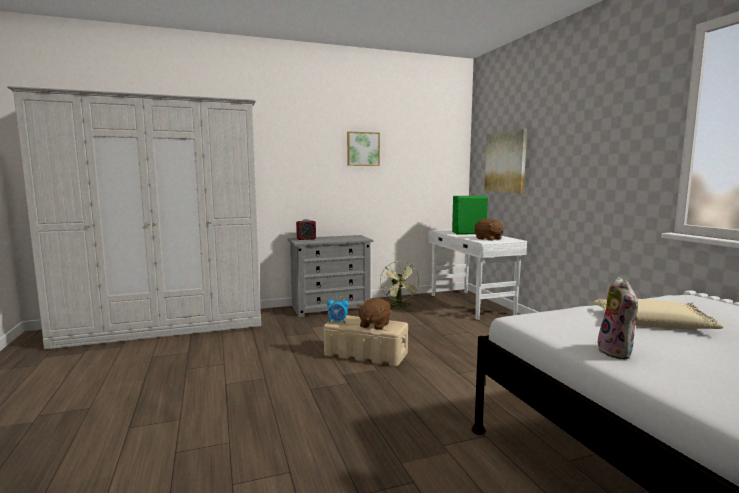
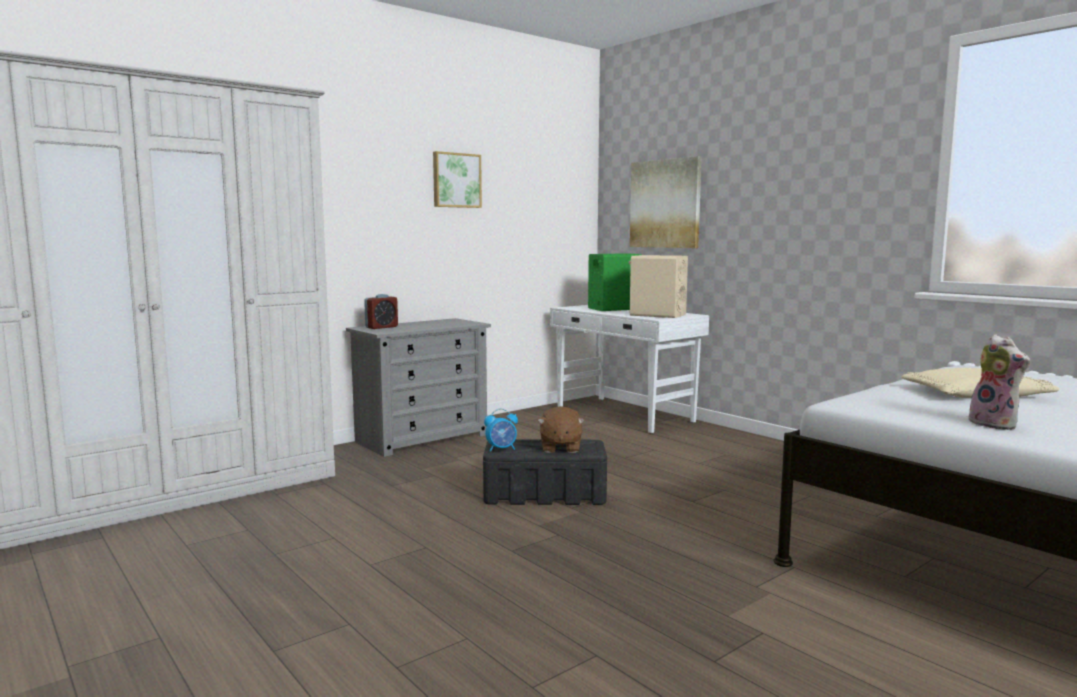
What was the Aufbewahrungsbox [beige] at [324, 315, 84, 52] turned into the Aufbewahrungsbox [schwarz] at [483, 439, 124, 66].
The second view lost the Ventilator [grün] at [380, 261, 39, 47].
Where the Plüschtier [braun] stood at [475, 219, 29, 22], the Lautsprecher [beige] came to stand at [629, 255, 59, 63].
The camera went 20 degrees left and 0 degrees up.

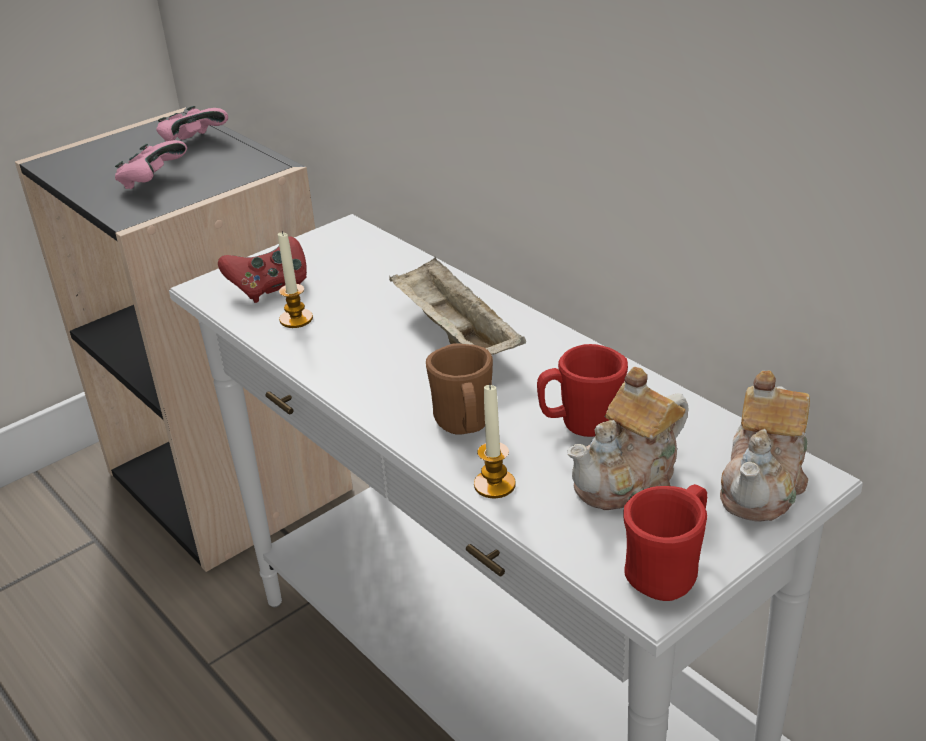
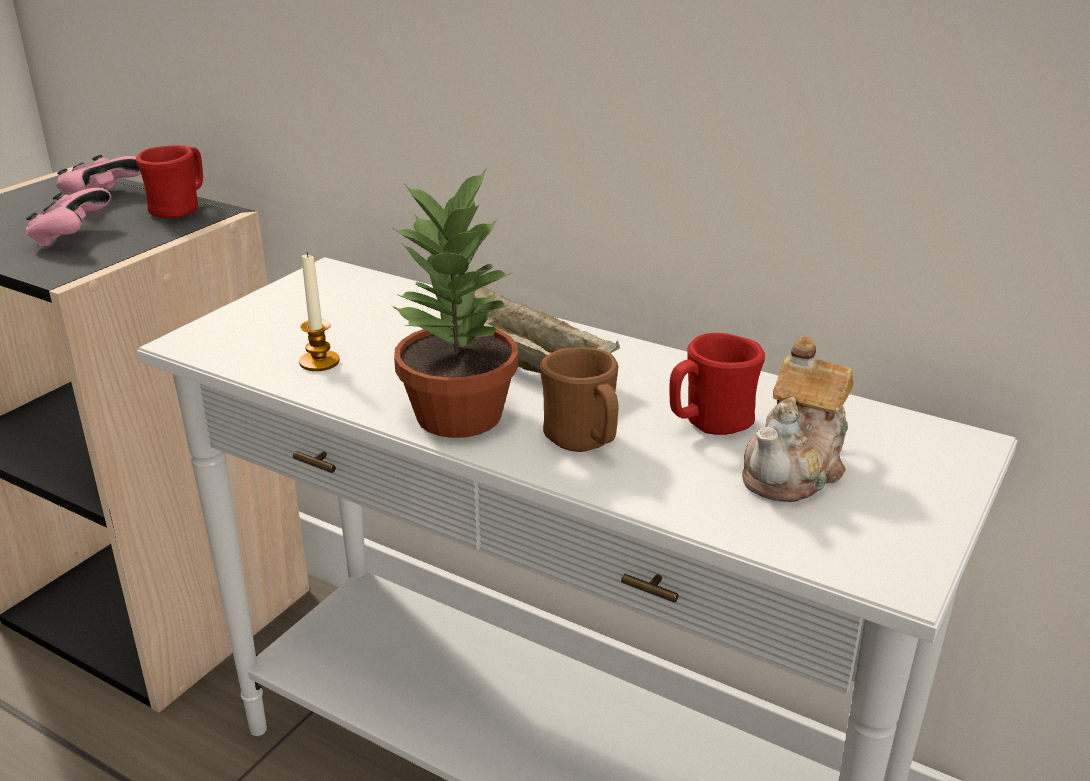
The second view lost the Gamepad [rot] at [218, 236, 89, 67].
The second view lost the Kerze at [474, 383, 42, 115].
The Henkelbecher [rot] ended up elsewhere, having gone from [623, 484, 84, 117] to [136, 145, 67, 73].
The second view lost the Teekanne at [720, 371, 90, 151].
The second view gained the Topfpflanze at [391, 168, 127, 270].
The camera went 20 degrees left and 5 degrees down.

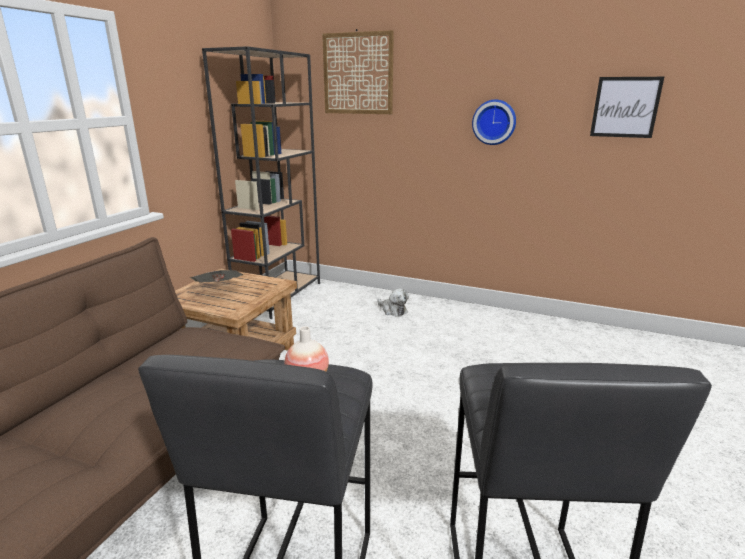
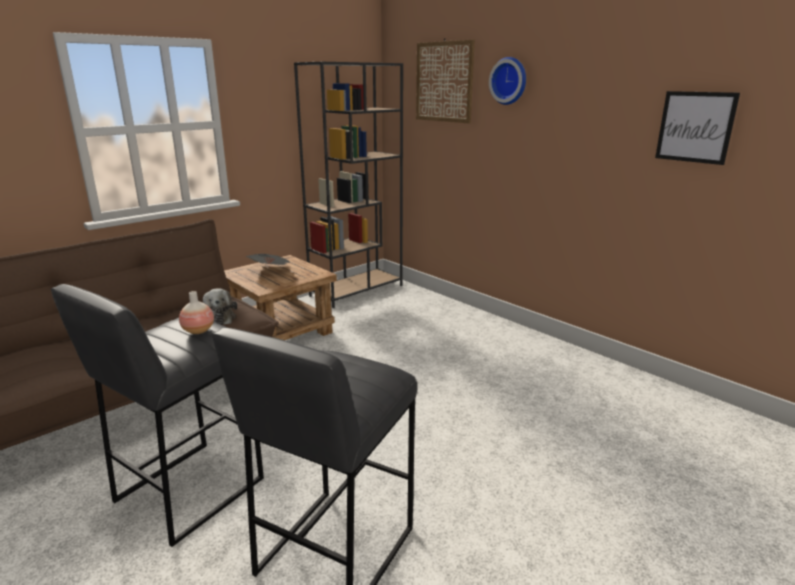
The Plüschtier ended up elsewhere, having gone from [377, 288, 32, 28] to [203, 289, 34, 36].
The Wanduhr ended up elsewhere, having gone from [472, 99, 44, 46] to [489, 57, 37, 48].
The camera went 25 degrees right and 0 degrees up.

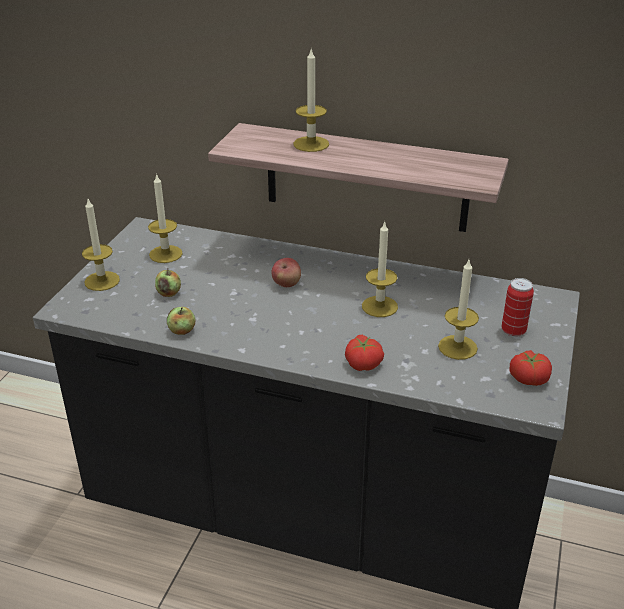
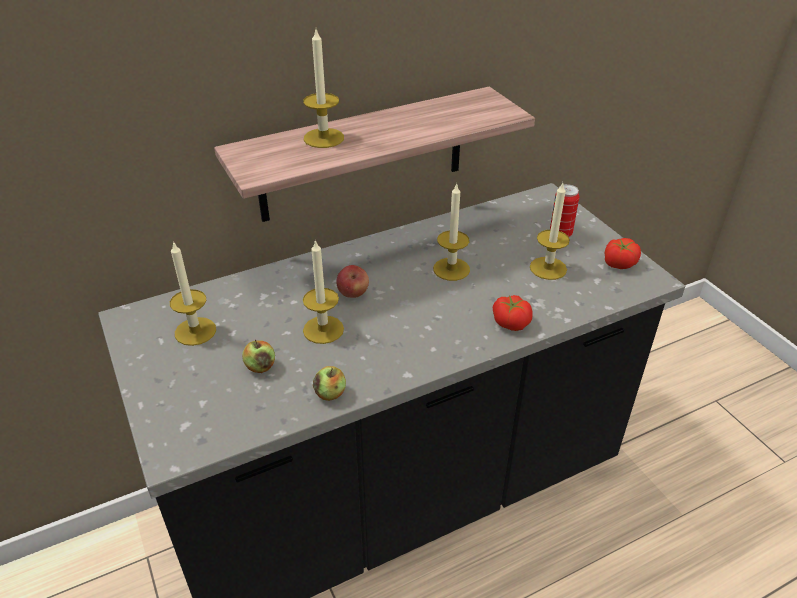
The Kerze ended up elsewhere, having gone from [82, 199, 38, 92] to [303, 239, 41, 105].
The camera went 45 degrees left and 5 degrees up.

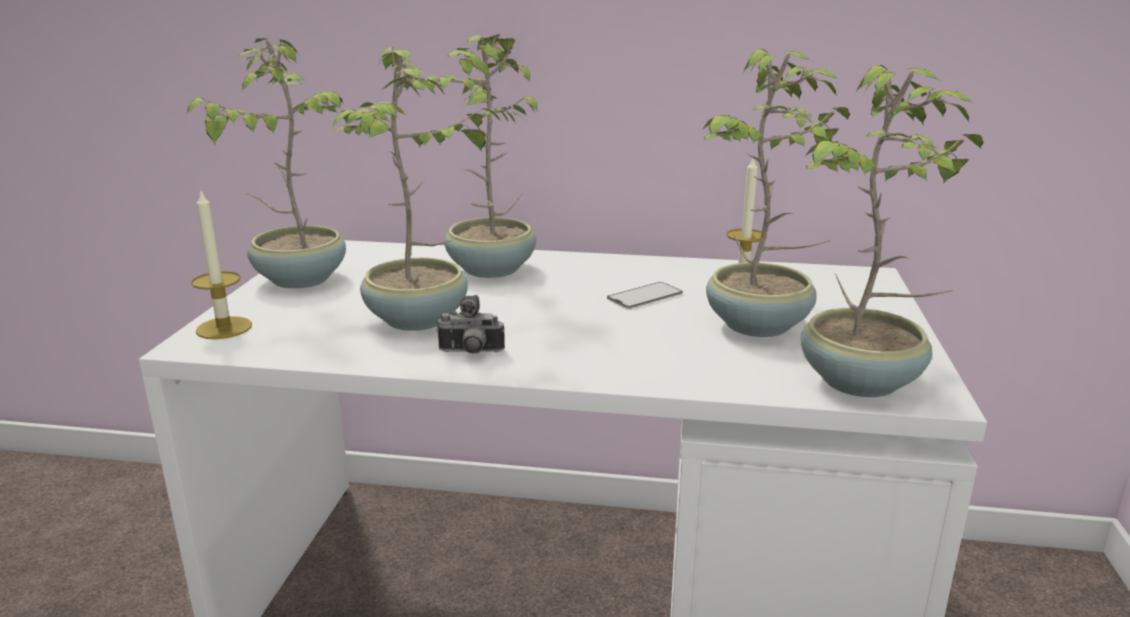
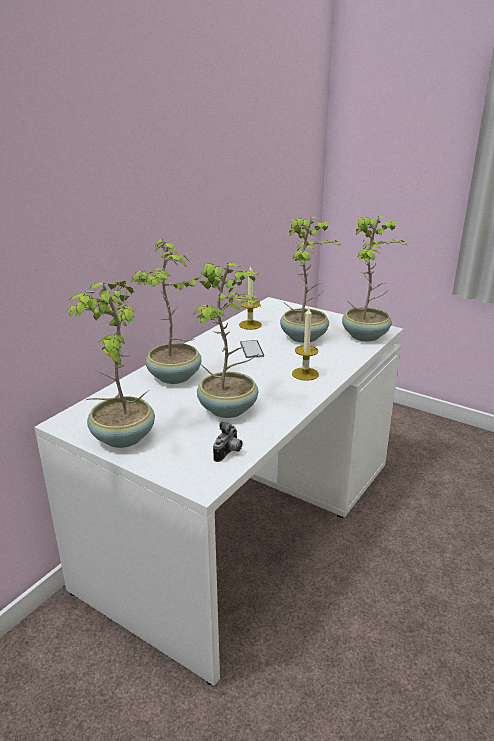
The Kerze ended up elsewhere, having gone from [191, 188, 61, 151] to [292, 307, 27, 74].
The Kamera ended up elsewhere, having gone from [436, 295, 69, 59] to [213, 421, 30, 41].
The camera went 65 degrees left and 5 degrees up.

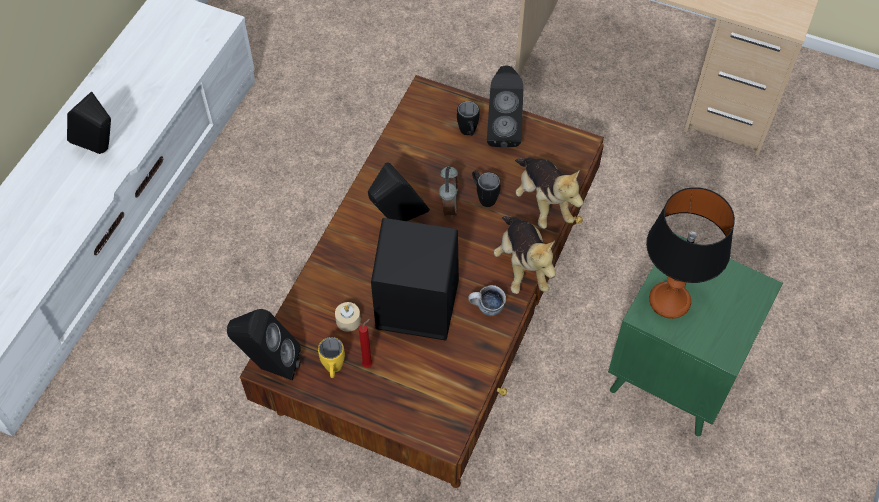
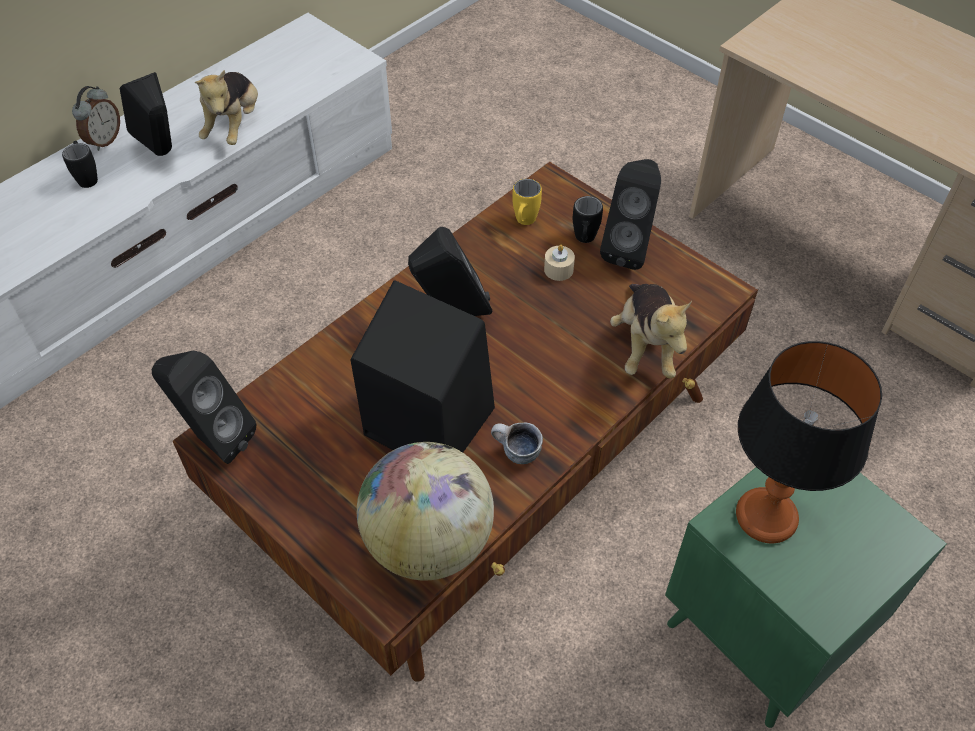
The Henkelbecher [gelb] ended up elsewhere, having gone from [318, 337, 27, 41] to [512, 179, 30, 46].
The Kerze [beige] ended up elsewhere, having gone from [335, 302, 26, 30] to [544, 245, 31, 36].
The second view lost the Kerze [rot] at [359, 319, 14, 49].
The Wecker ended up elsewhere, having gone from [439, 166, 19, 52] to [72, 86, 48, 65].
The Henkelbecher [schwarz] ended up elsewhere, having gone from [472, 171, 29, 36] to [62, 141, 36, 47].
The Plüschtier ended up elsewhere, having gone from [494, 216, 62, 78] to [195, 70, 63, 75].
The second view gained the Globus at [357, 442, 137, 138].
The camera went 20 degrees right and 5 degrees down.

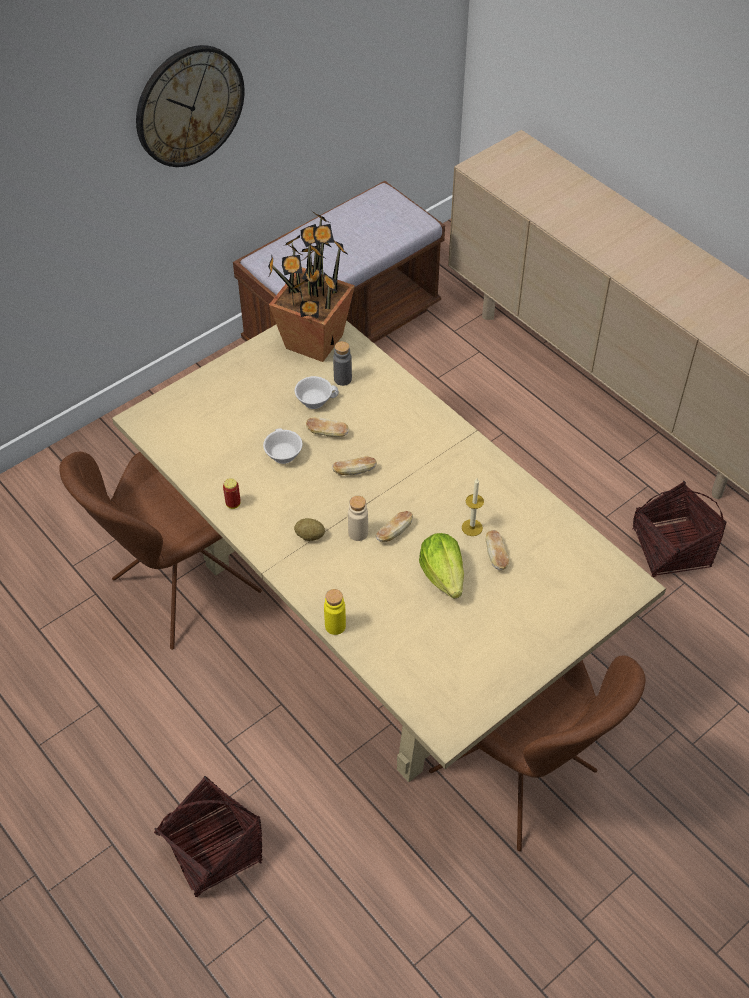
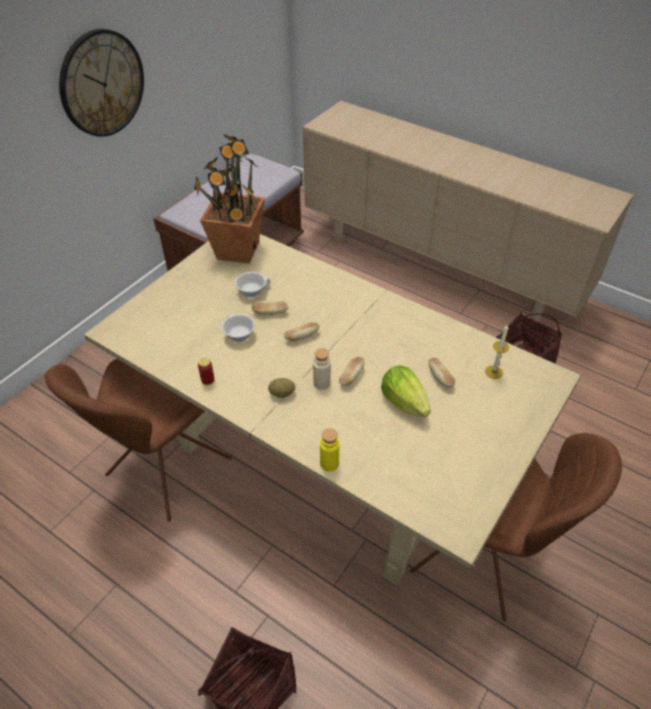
The second view lost the Flasche [grau] at [333, 341, 19, 45].
The Kerze ended up elsewhere, having gone from [462, 478, 22, 58] to [485, 325, 24, 54].
The camera went 15 degrees left and 5 degrees down.

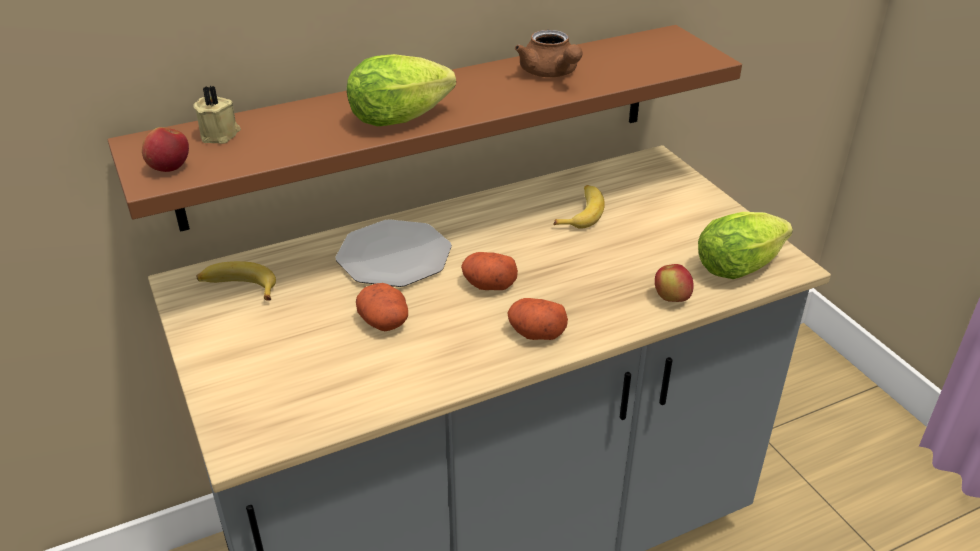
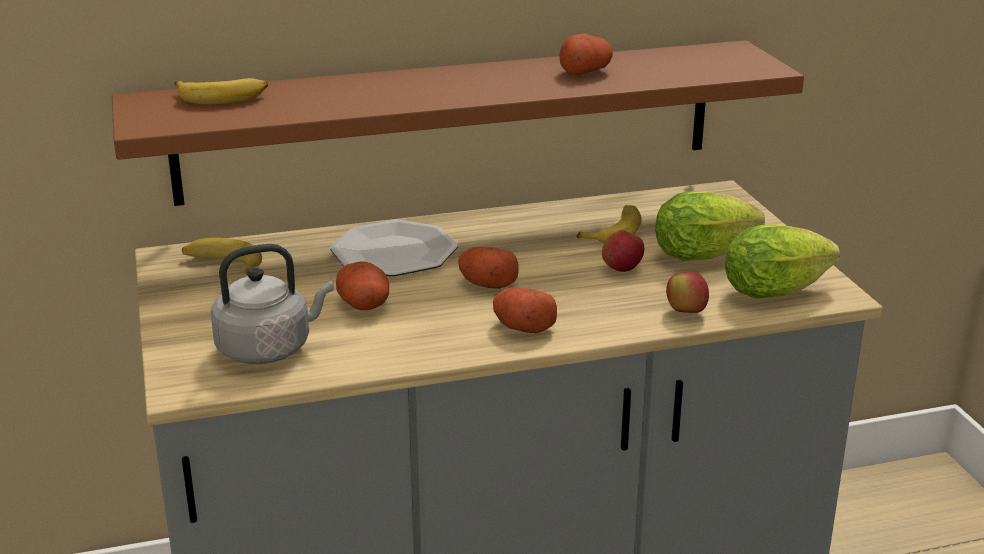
The Apfel ended up elsewhere, having gone from [142, 127, 47, 45] to [602, 230, 42, 42].
Where the Kerze [beige] stood at [193, 86, 48, 58], the Banane came to stand at [174, 78, 94, 27].
The Salatkopf ended up elsewhere, having gone from [347, 54, 109, 72] to [655, 191, 110, 69].
Where the Teekanne [braun] stood at [515, 30, 67, 47], the Kartoffel came to stand at [559, 33, 54, 42].
The second view gained the Wasserkessel [grau] at [211, 244, 123, 120].
The camera went 10 degrees right and 10 degrees down.

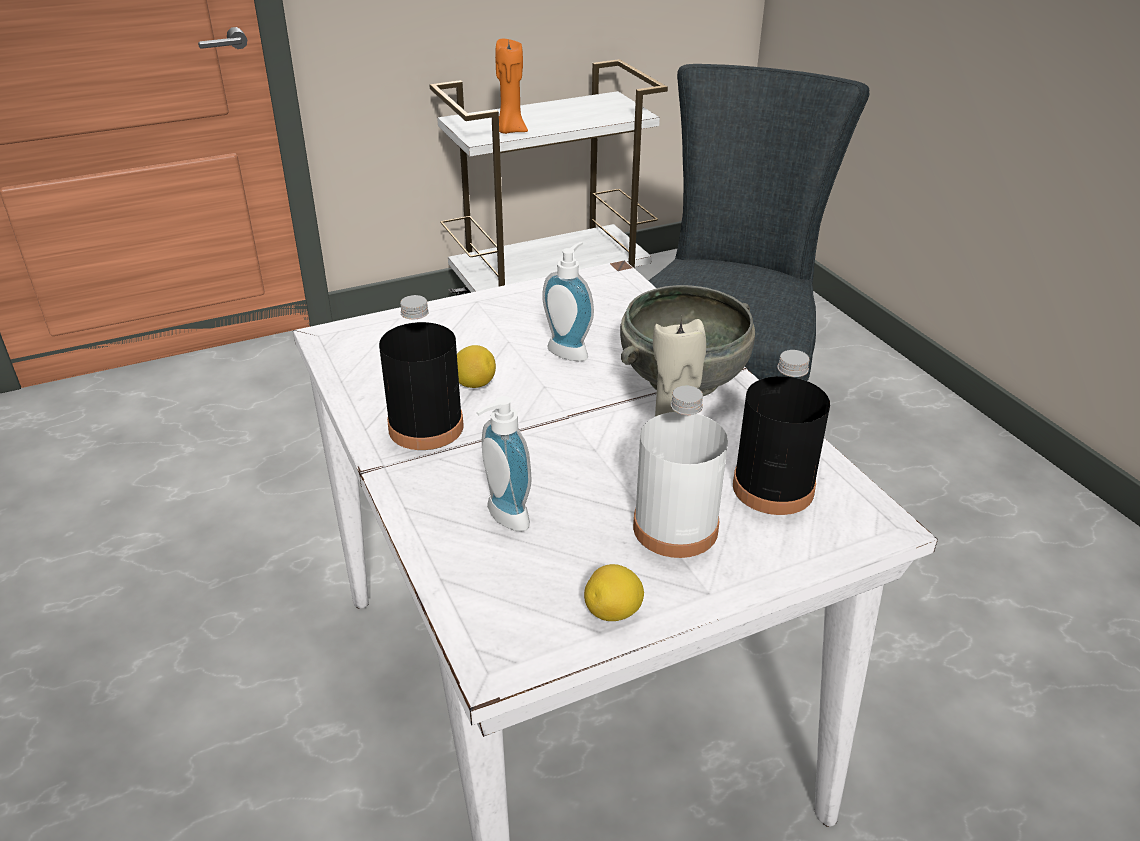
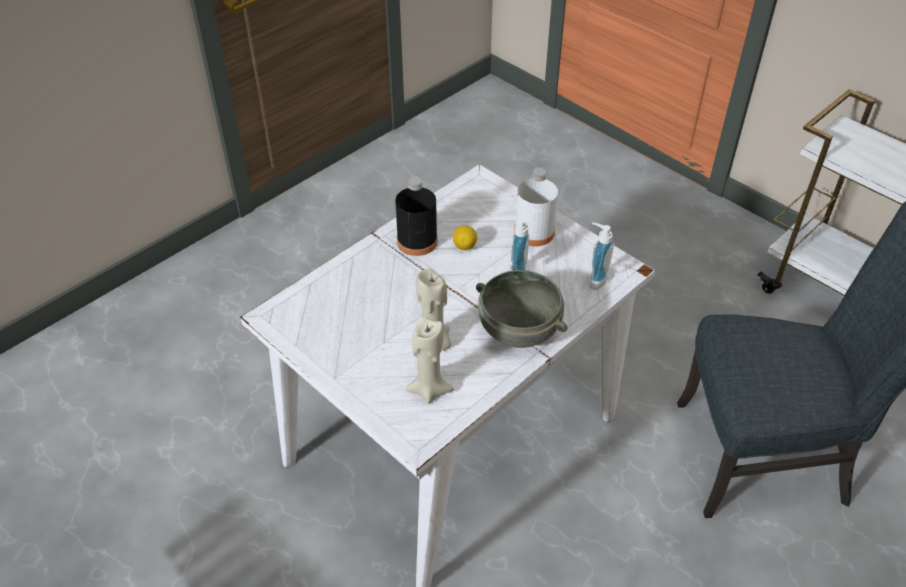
The Seifenspender ended up elsewhere, having gone from [477, 396, 54, 136] to [590, 222, 24, 68].
The second view lost the Kerze [orange] at [495, 39, 33, 95].
The second view lost the Zitrone at [584, 564, 60, 57].
The Flasche [weiß] ended up elsewhere, having gone from [633, 386, 95, 172] to [514, 167, 44, 80].
Where the Flasche [schwarz] stood at [733, 350, 97, 165], the Kerze [beige] came to stand at [405, 317, 49, 87].
The camera went 70 degrees right and 10 degrees up.

